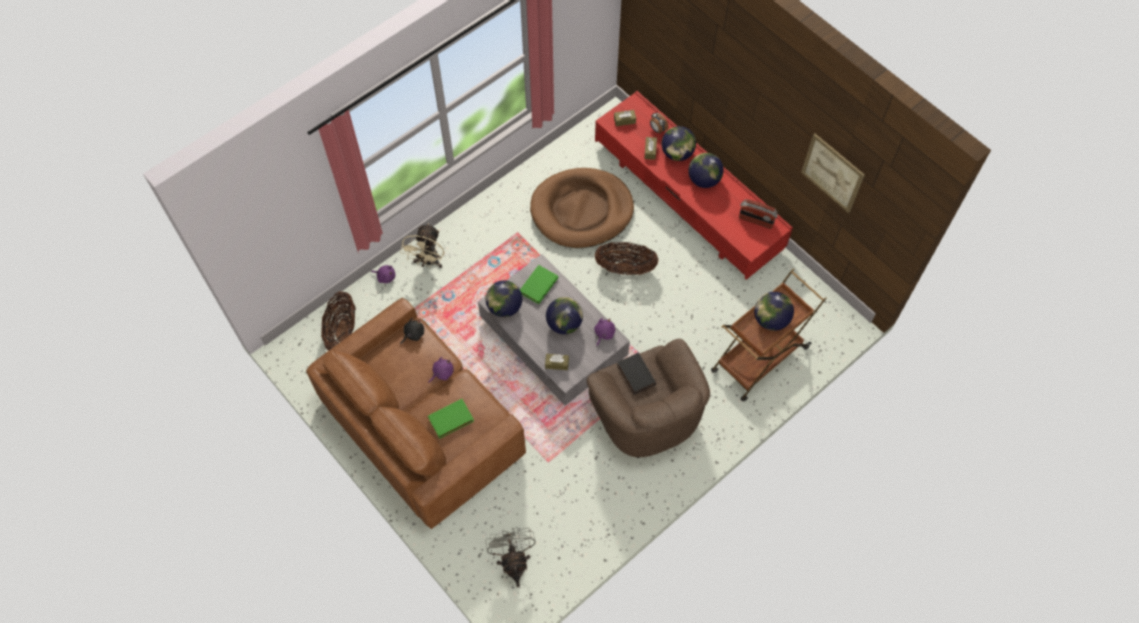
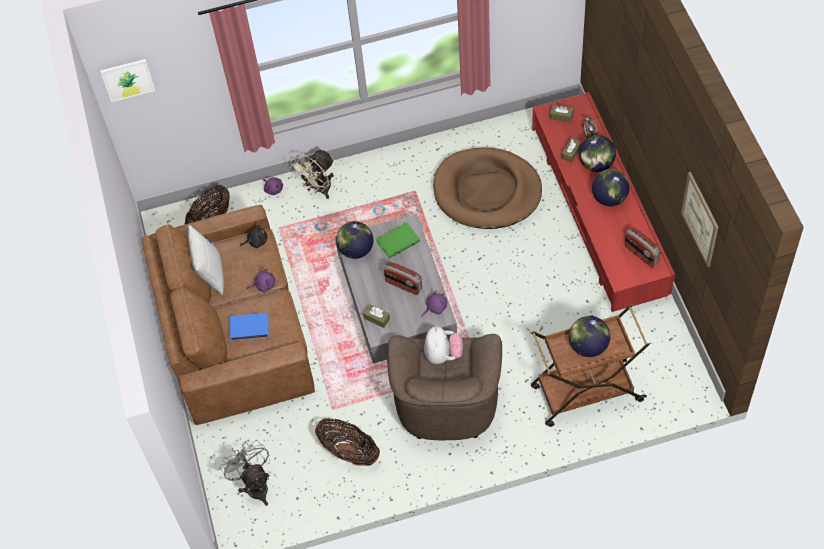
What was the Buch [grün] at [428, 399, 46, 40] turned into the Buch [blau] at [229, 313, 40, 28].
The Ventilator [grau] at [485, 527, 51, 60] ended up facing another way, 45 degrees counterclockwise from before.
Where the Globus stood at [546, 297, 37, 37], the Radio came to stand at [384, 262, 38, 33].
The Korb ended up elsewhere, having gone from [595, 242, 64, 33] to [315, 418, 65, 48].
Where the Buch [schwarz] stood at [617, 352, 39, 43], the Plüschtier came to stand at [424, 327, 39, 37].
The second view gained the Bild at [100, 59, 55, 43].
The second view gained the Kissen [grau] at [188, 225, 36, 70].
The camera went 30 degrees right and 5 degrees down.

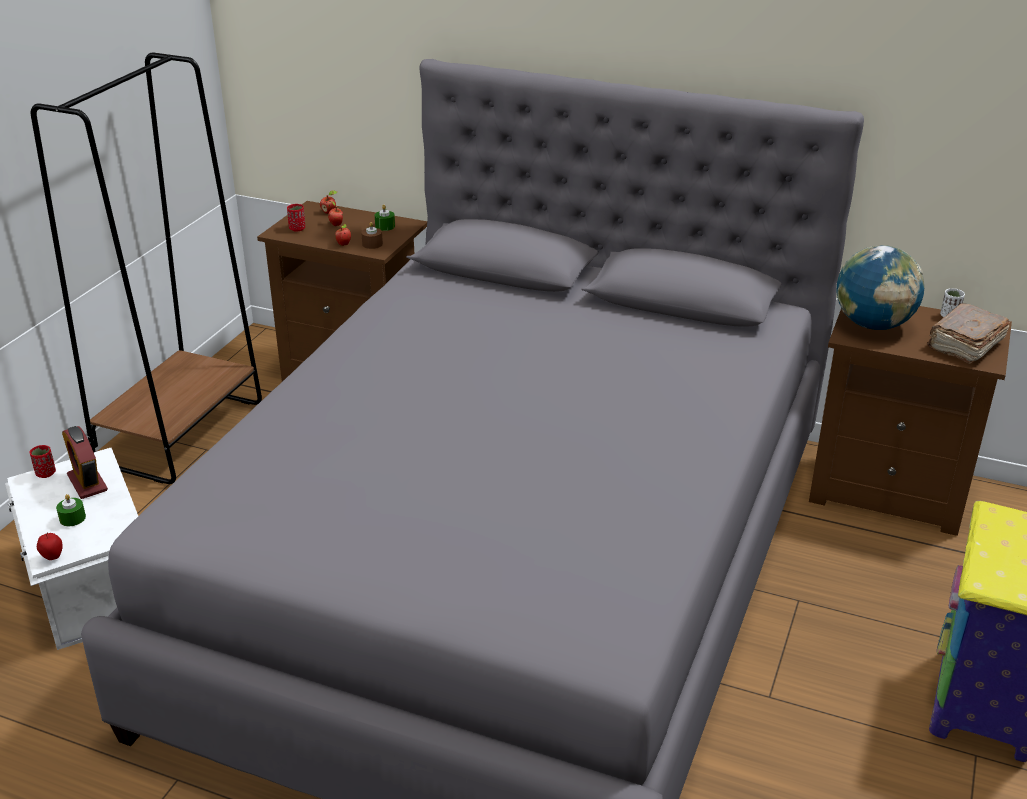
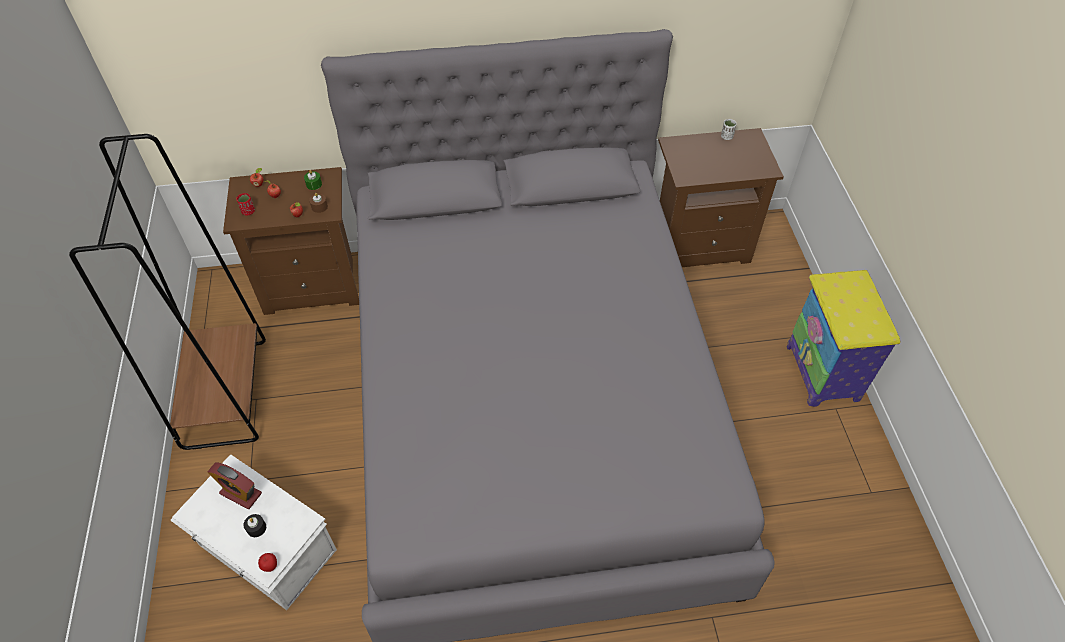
The second view lost the Tasse [rot] at [30, 445, 26, 33].
What was the Kerze [grün] at [56, 494, 30, 32] turned into the Kerze [schwarz] at [243, 514, 23, 23].
The second view lost the Globus at [836, 245, 89, 85].
The second view lost the Buch [braun] at [927, 303, 83, 61].
The camera went 30 degrees left and 20 degrees up.

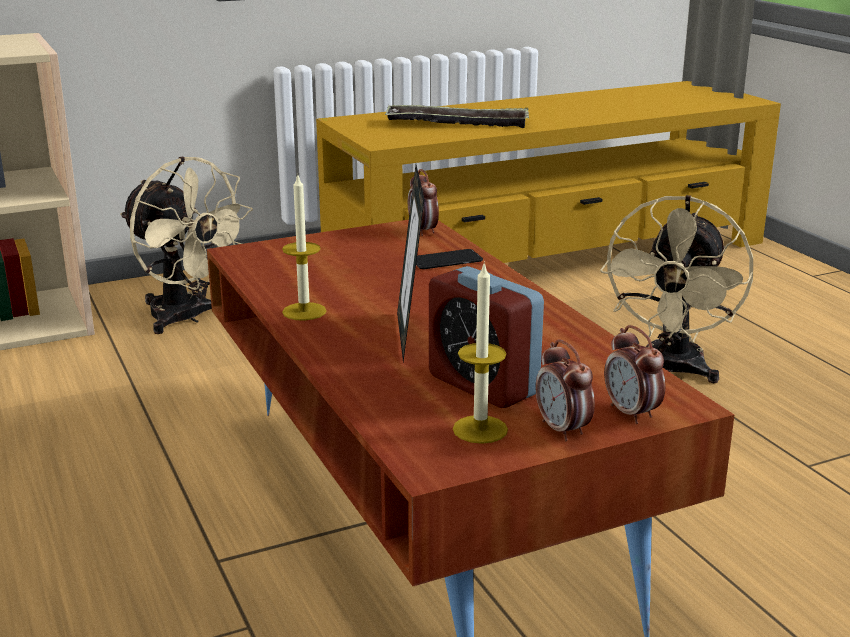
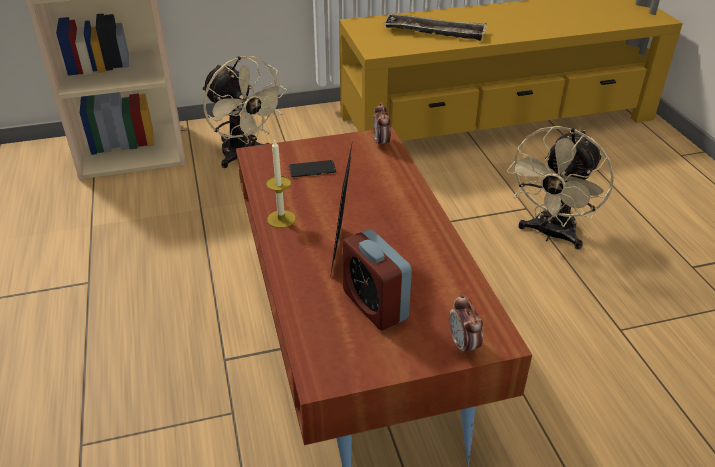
The Handy ended up elsewhere, having gone from [416, 249, 67, 20] to [289, 160, 47, 17].
The second view lost the Kerze at [453, 261, 55, 183].
The second view lost the Wecker at [535, 339, 60, 102].
The camera went 10 degrees right and 15 degrees up.

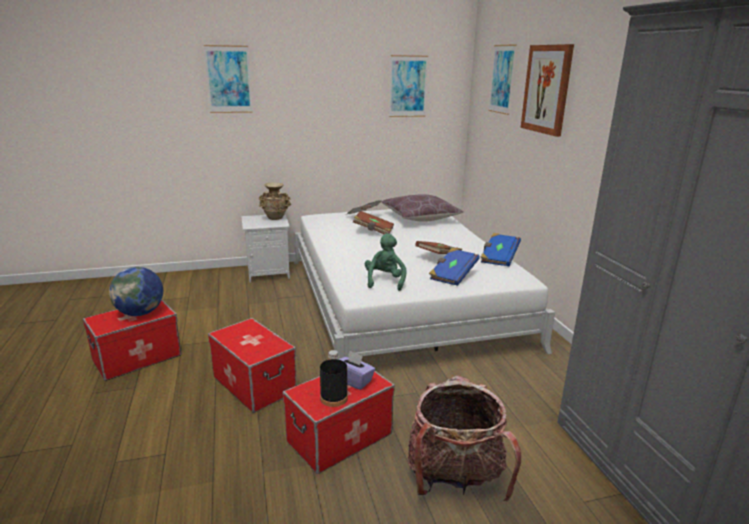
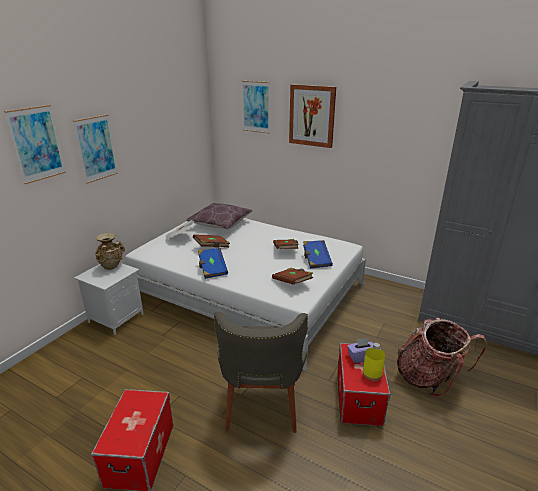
The second view lost the Globus at [109, 267, 54, 49].
Where the Aufbewahrungsbox stood at [208, 318, 88, 95], the Stuhl [grau] came to stand at [214, 312, 94, 121].
What was the Flasche [schwarz] at [320, 350, 28, 57] turned into the Flasche [gelb] at [362, 343, 23, 38].
Where the Plüschtier [grün] stood at [365, 233, 41, 58], the Buch [braun] came to stand at [272, 268, 41, 17].
The Bild ended up elsewhere, having gone from [389, 55, 39, 62] to [73, 114, 45, 70].
The Buch [blau] ended up elsewhere, having gone from [481, 233, 40, 34] to [198, 248, 30, 31].
The camera went 45 degrees left and 5 degrees up.

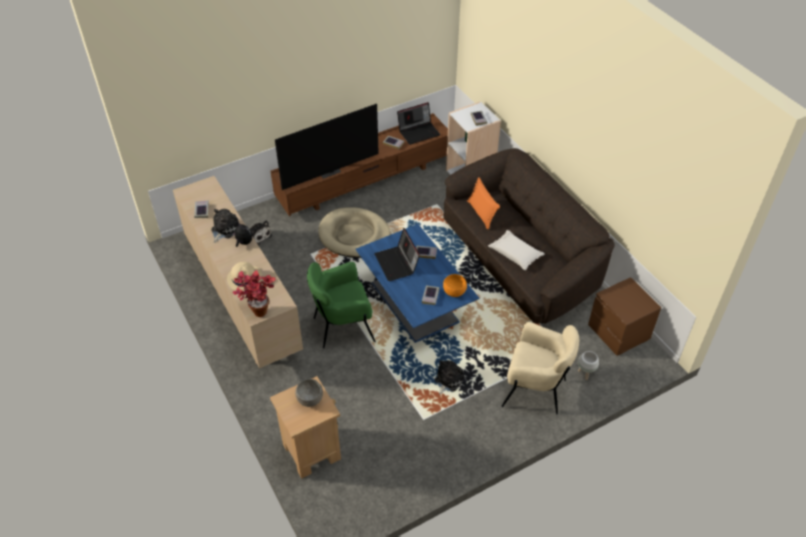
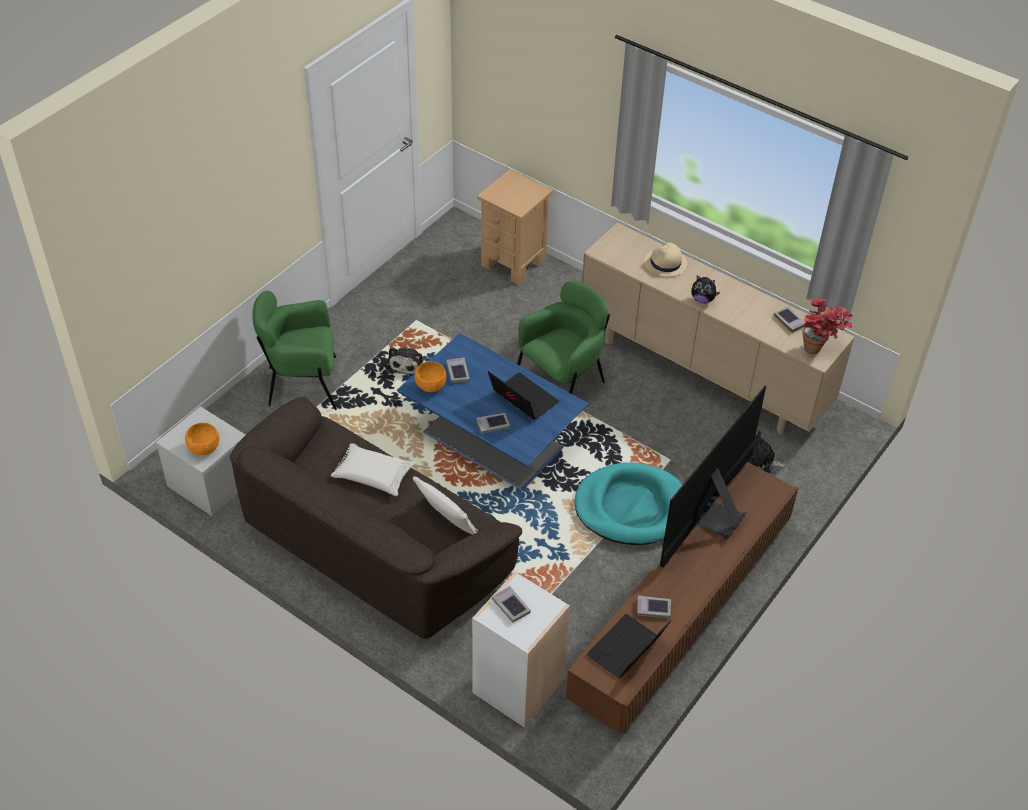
The second view lost the Plüschtier at [211, 209, 28, 34].
The Topfpflanze ended up elsewhere, having gone from [233, 270, 43, 47] to [802, 298, 51, 56].
The second view lost the Schüssel [grau] at [295, 379, 28, 28].
What was the Hundebett [beige] at [318, 207, 73, 51] turned into the Hundebett [türkis] at [574, 462, 108, 83].
What was the Kissen [orange] at [467, 177, 33, 53] turned into the Kissen [weiß] at [413, 477, 65, 58].
What was the Sessel [beige] at [501, 322, 78, 92] turned into the Sessel [grün] at [252, 291, 85, 119].
The second view lost the Pflanzkübel [weiß] at [578, 351, 21, 29].
What was the Nachttisch [braun] at [588, 277, 73, 79] turned into the Nachttisch [weiß] at [156, 406, 89, 110].
The second view gained the Schüssel [orange] at [185, 423, 34, 32].
The camera went 155 degrees right and 0 degrees up.

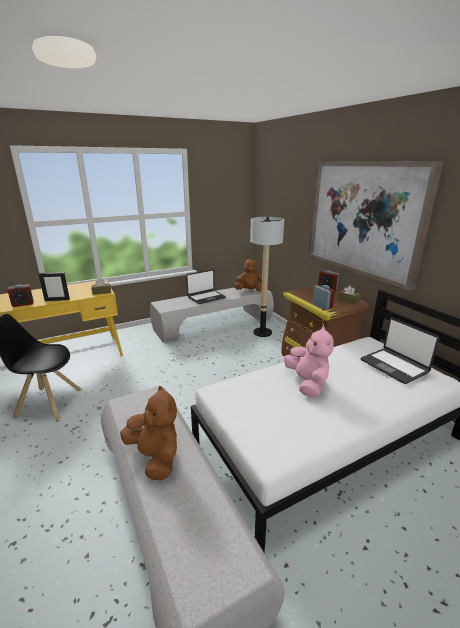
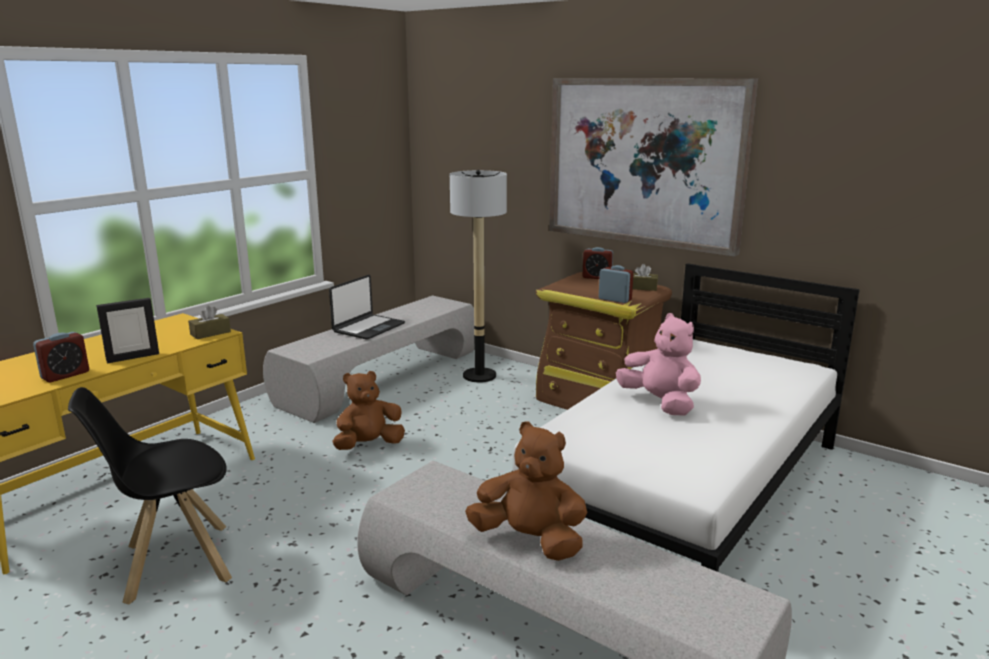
The Plüschtier [braun] ended up elsewhere, having gone from [234, 259, 28, 33] to [332, 371, 73, 79].
The second view lost the Laptop at [360, 318, 79, 66].
The camera went 25 degrees left and 5 degrees down.

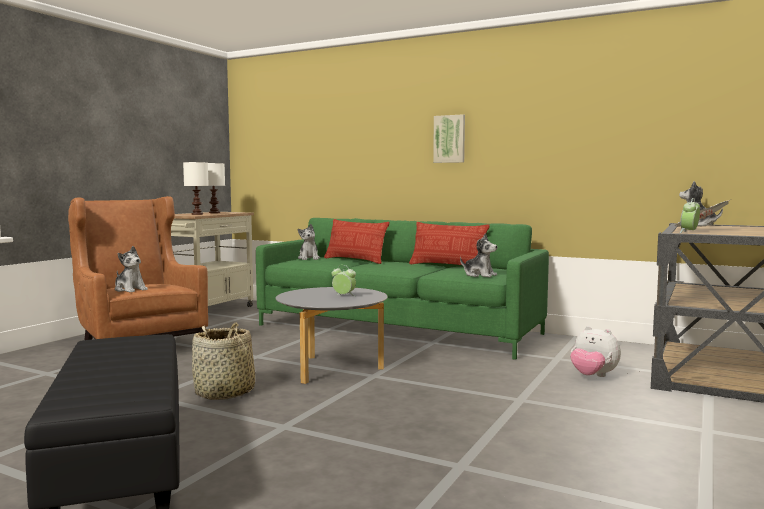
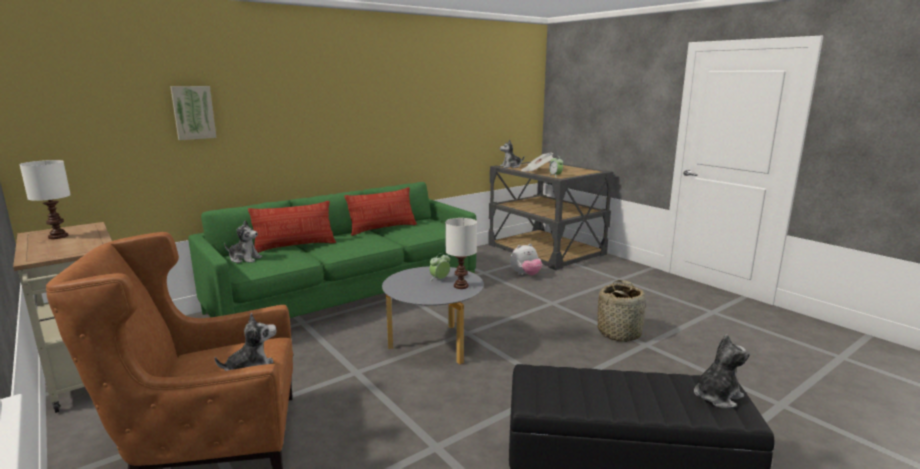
The Tischlampe [weiß] ended up elsewhere, having gone from [183, 162, 26, 53] to [445, 218, 32, 71].
The Korb ended up elsewhere, having gone from [192, 322, 63, 78] to [598, 280, 47, 62].
The Bild ended up elsewhere, having gone from [433, 114, 32, 49] to [170, 86, 46, 54].
The Plüschtier ended up elsewhere, having gone from [460, 233, 37, 44] to [694, 334, 56, 74].
The camera went 65 degrees left and 10 degrees up.

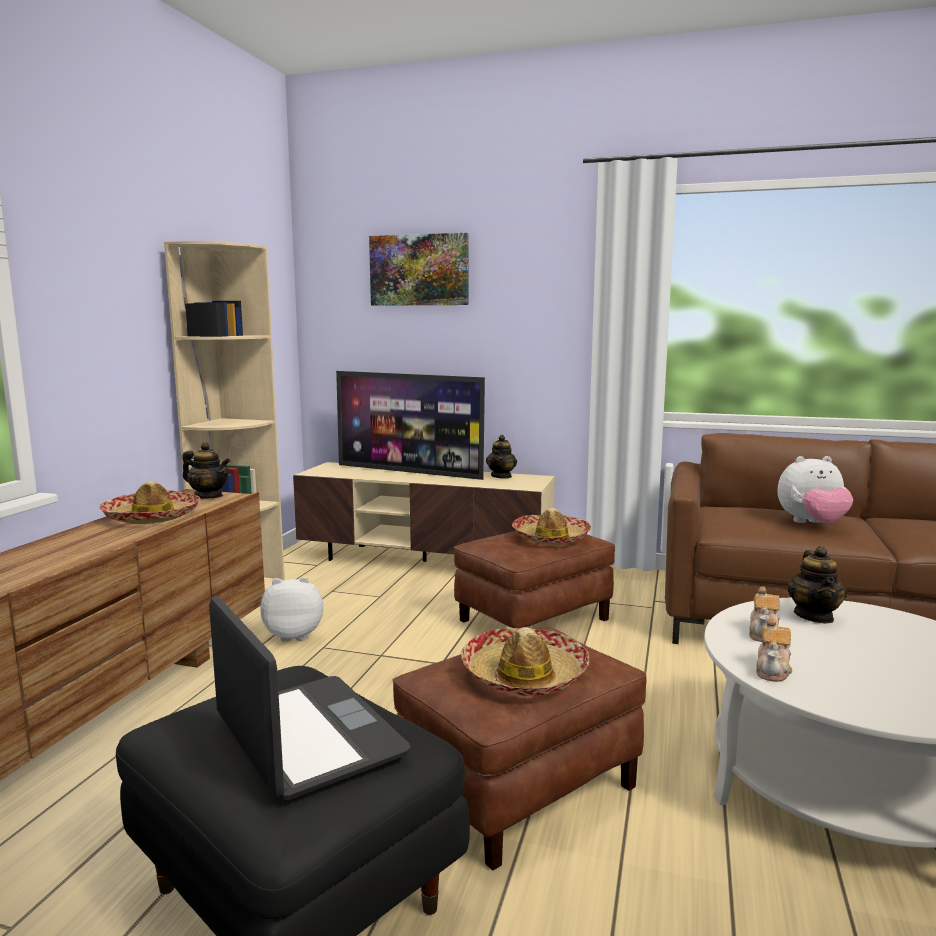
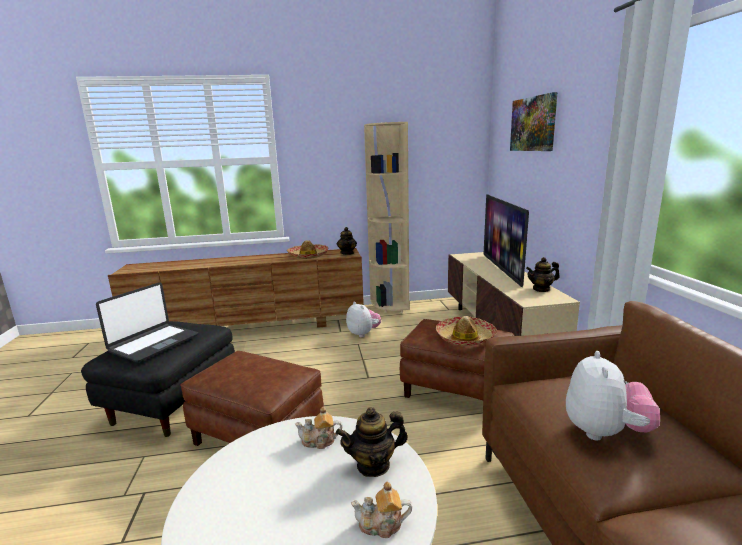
The second view lost the Hut at [461, 627, 128, 69].
The Teekanne ended up elsewhere, having gone from [756, 618, 36, 64] to [351, 481, 61, 57].
The Plüschtier at [777, 456, 76, 67] ended up facing another way, 135 degrees counterclockwise from before.
The camera went 65 degrees right and 5 degrees up.

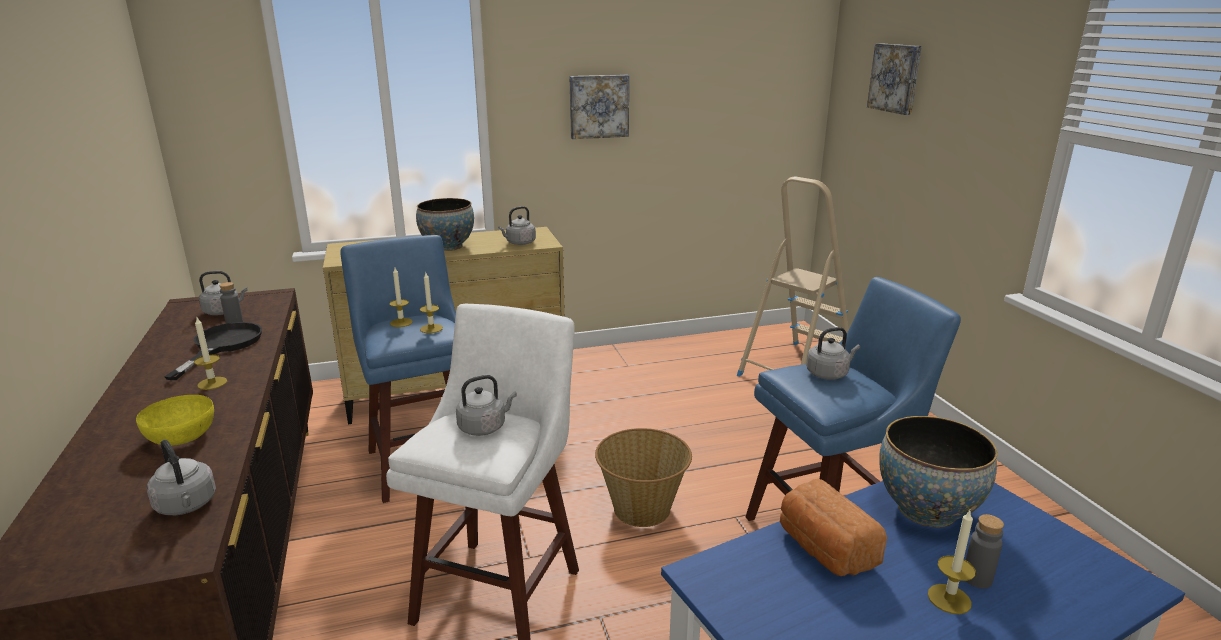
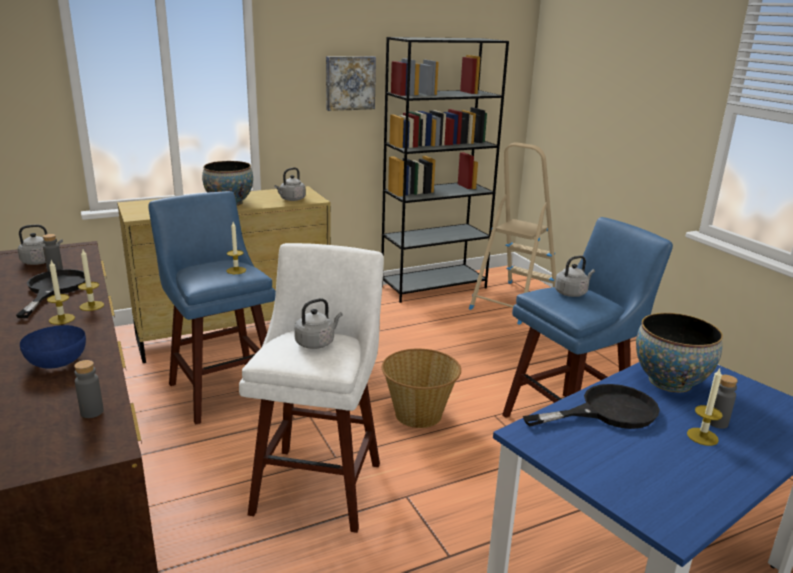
What was the Schüssel [gelb] at [136, 395, 78, 51] turned into the Schüssel [blau] at [20, 325, 66, 44].
Where the Wasserkessel [grau] stood at [147, 440, 69, 75], the Flasche [grau] came to stand at [74, 360, 30, 58].
The Kerze ended up elsewhere, having gone from [389, 268, 24, 59] to [78, 249, 26, 62].
Where the Brot stood at [780, 479, 107, 97], the Pfanne [schwarz] came to stand at [523, 384, 137, 45].
The second view lost the Bild at [867, 43, 55, 72].
The second view gained the Bücherregal [grau] at [381, 37, 128, 266].
The camera went 10 degrees left and 0 degrees up.

